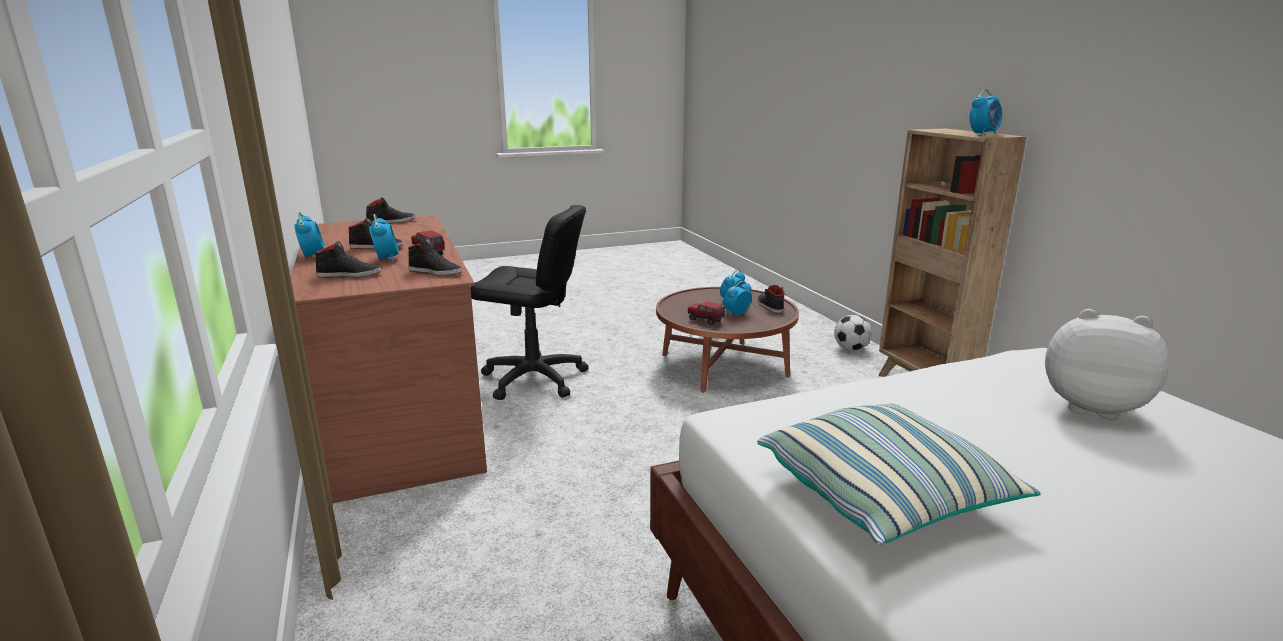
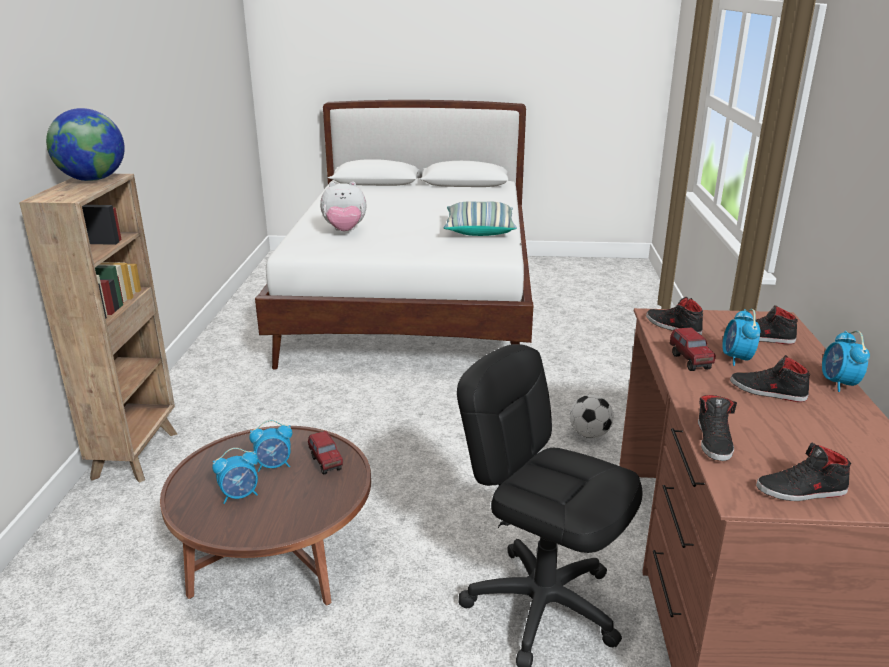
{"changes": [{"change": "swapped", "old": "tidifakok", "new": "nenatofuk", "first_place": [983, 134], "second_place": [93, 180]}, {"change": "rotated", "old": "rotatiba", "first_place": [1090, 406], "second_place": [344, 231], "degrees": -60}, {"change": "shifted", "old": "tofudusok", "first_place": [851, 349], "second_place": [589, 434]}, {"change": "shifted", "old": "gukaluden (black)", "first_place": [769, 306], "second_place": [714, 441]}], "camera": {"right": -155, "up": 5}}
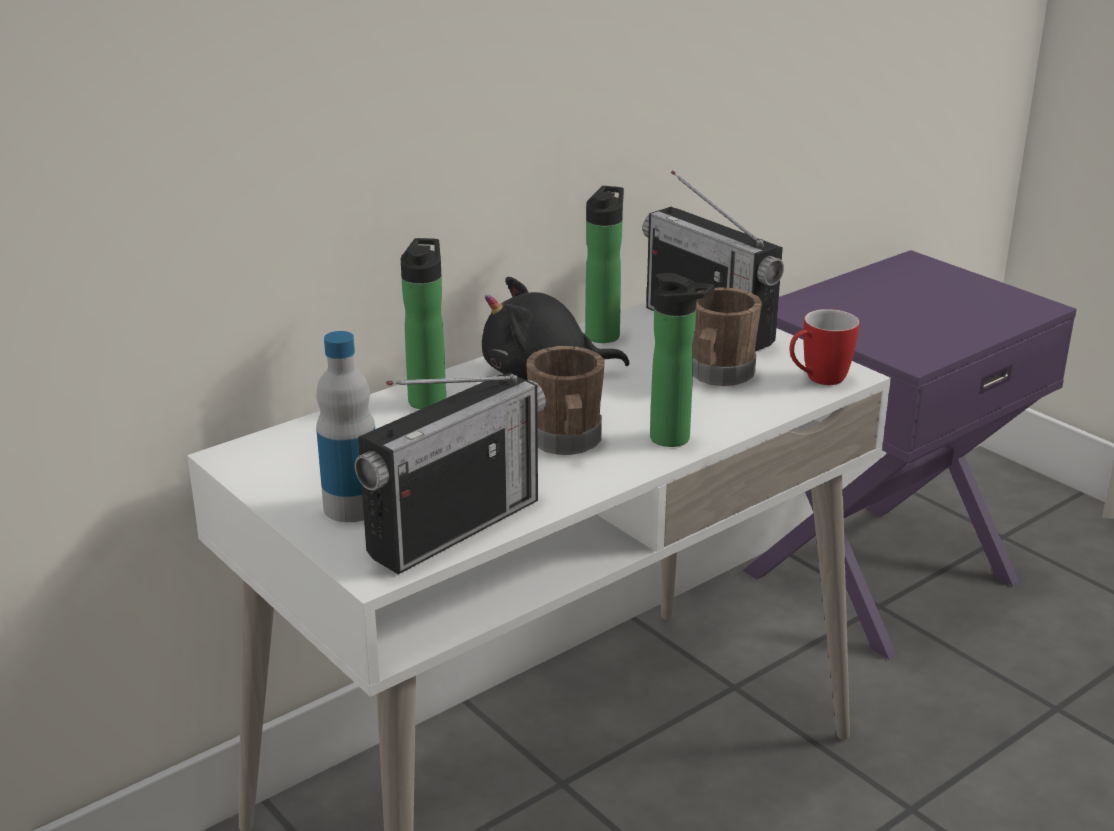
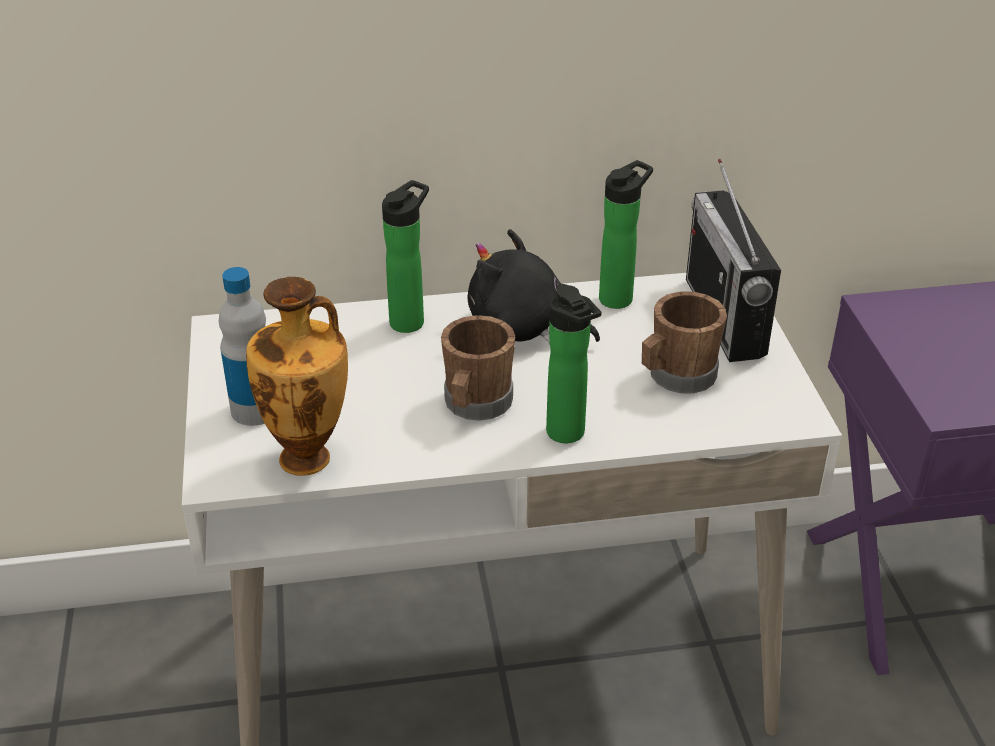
{"changes": [{"change": "swapped", "old": "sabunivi", "new": "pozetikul", "first_place": [454, 527], "second_place": [309, 459]}, {"change": "gone", "old": "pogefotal", "first_place": [817, 380]}], "camera": {"right": 30, "up": 10}}
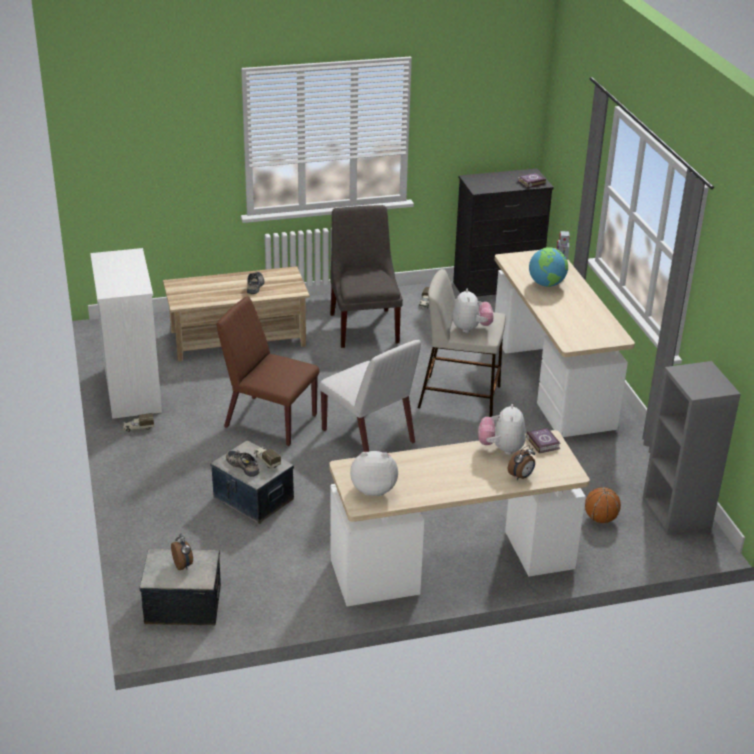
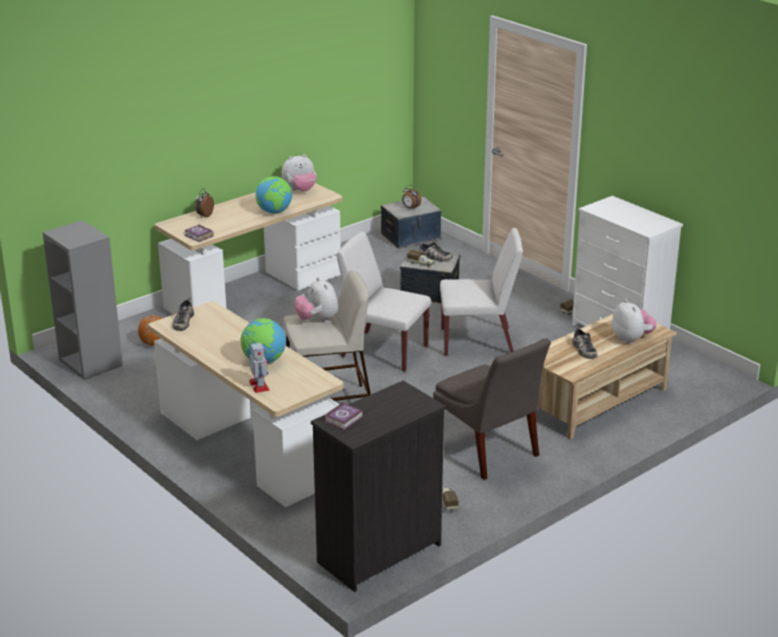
{"changes": [{"change": "new", "new": "gukaluden", "second_place": [183, 321]}, {"change": "new", "new": "nenatofuk", "second_place": [274, 212]}, {"change": "repainted", "old": "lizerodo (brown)", "new": "lizerodo (white)", "first_place": [269, 420], "second_place": [478, 341]}, {"change": "shifted", "old": "rotatiba", "first_place": [501, 448], "second_place": [631, 339]}], "camera": {"right": 155, "up": -5}}
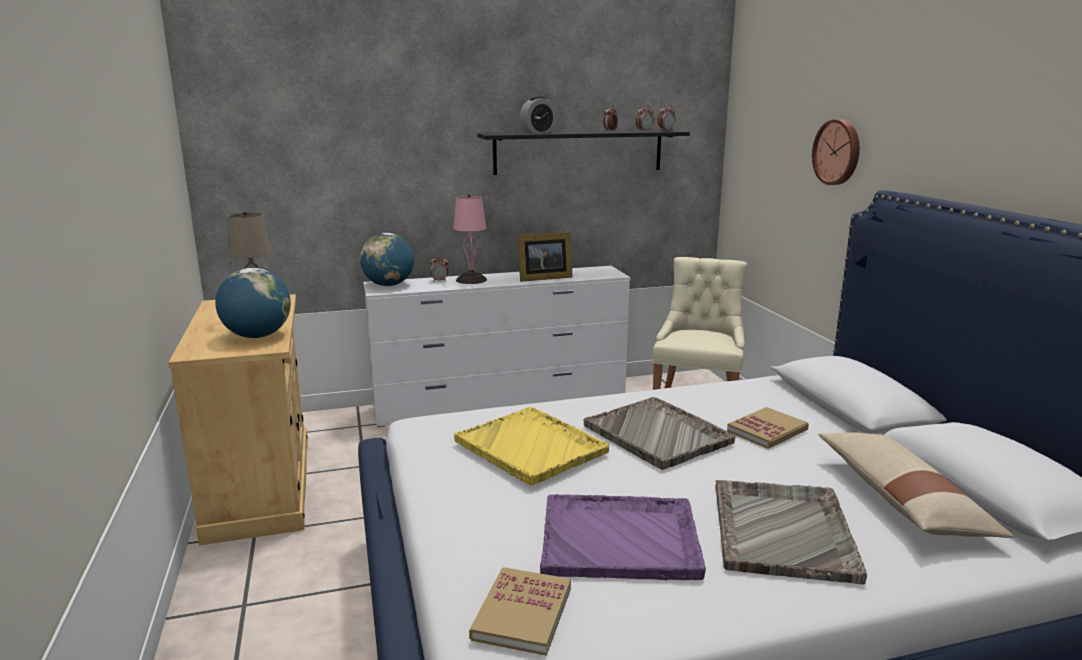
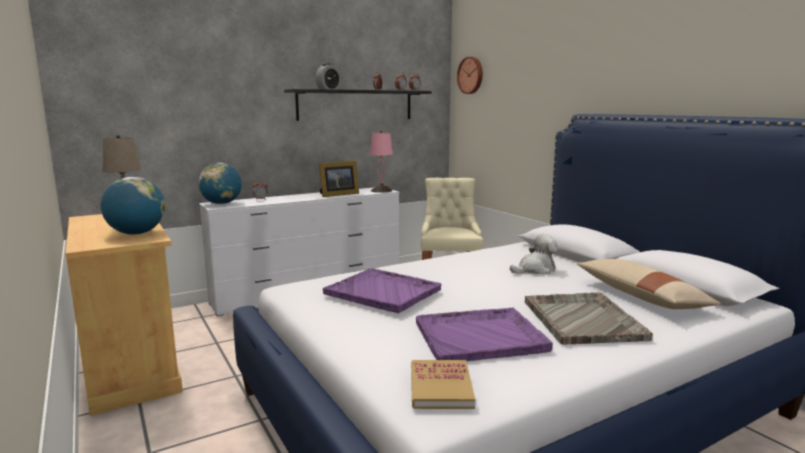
{"changes": [{"change": "repainted", "old": "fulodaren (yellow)", "new": "fulodaren (purple)", "first_place": [531, 447], "second_place": [383, 292]}, {"change": "shifted", "old": "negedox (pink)", "first_place": [470, 280], "second_place": [381, 190]}, {"change": "shifted", "old": "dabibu", "first_place": [838, 152], "second_place": [471, 75]}, {"change": "swapped", "old": "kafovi", "new": "rotatiba", "first_place": [767, 431], "second_place": [535, 270]}, {"change": "gone", "old": "fulodaren (grey)", "first_place": [658, 435]}], "camera": {"right": -15, "up": -5}}
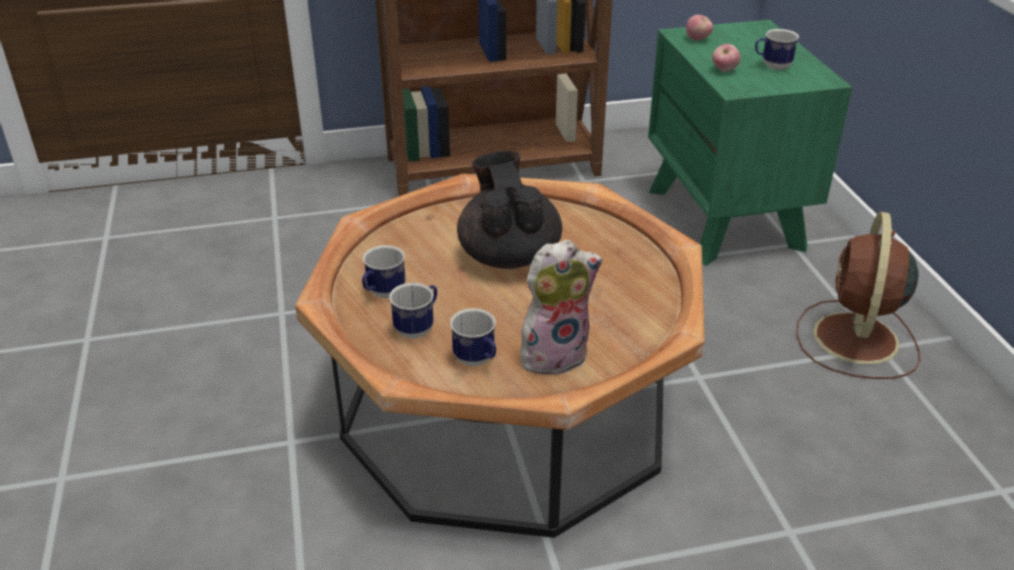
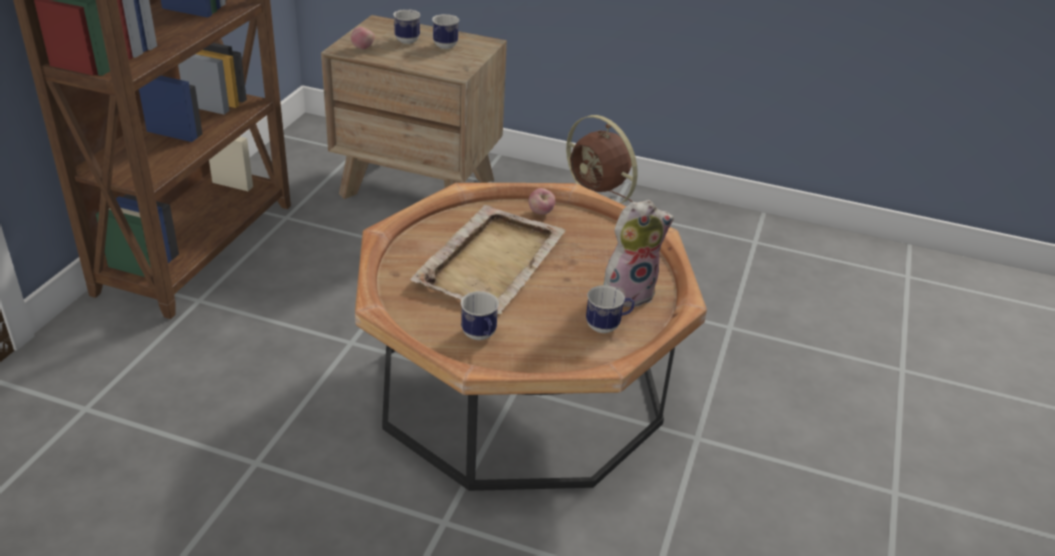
{"changes": [{"change": "repainted", "old": "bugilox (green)", "new": "bugilox (brown)", "first_place": [725, 218], "second_place": [419, 187]}, {"change": "shifted", "old": "pogefotal", "first_place": [418, 328], "second_place": [406, 39]}, {"change": "swapped", "old": "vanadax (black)", "new": "fulodaren (beige)", "first_place": [508, 255], "second_place": [492, 261]}, {"change": "shifted", "old": "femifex", "first_place": [724, 71], "second_place": [541, 213]}, {"change": "rotated", "old": "rotatiba", "first_place": [554, 354], "second_place": [629, 292], "degrees": 60}], "camera": {"right": -60, "up": 0}}
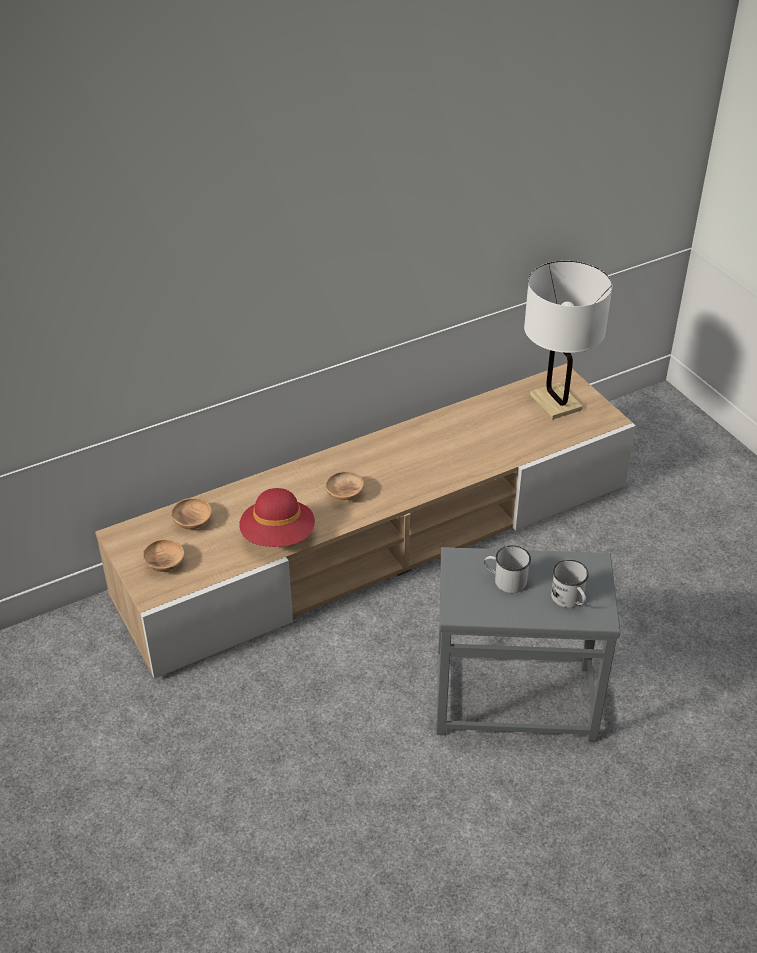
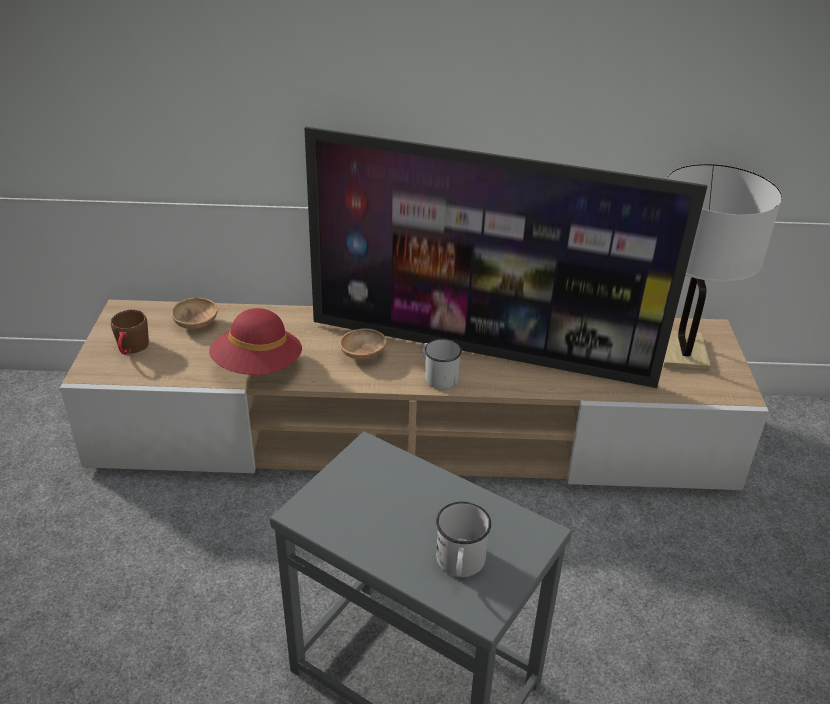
{"changes": [{"change": "swapped", "old": "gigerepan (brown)", "new": "pogefotal (brown)", "first_place": [165, 564], "second_place": [131, 349]}, {"change": "new", "new": "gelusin", "second_place": [481, 350]}, {"change": "shifted", "old": "pogefotal (white)", "first_place": [505, 580], "second_place": [437, 376]}], "camera": {"right": 30, "up": -5}}
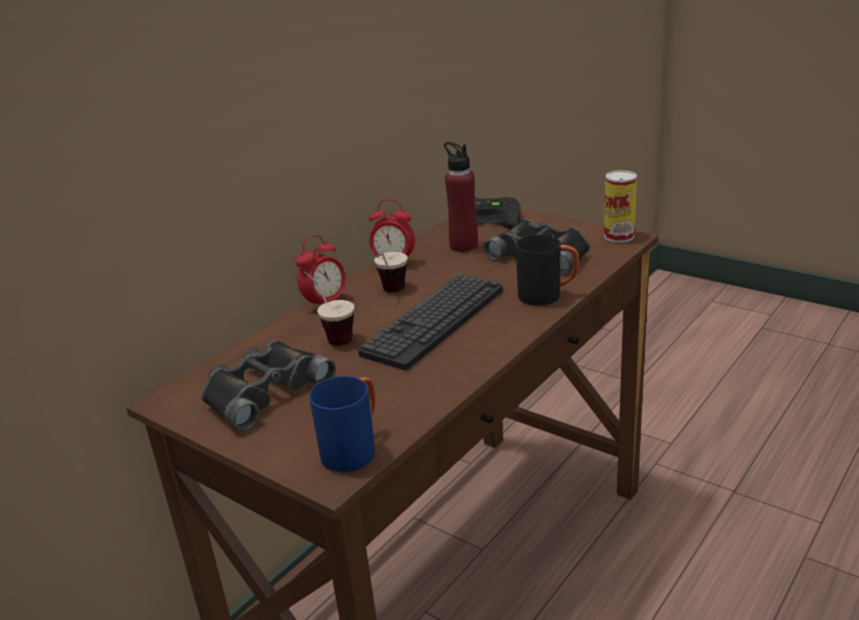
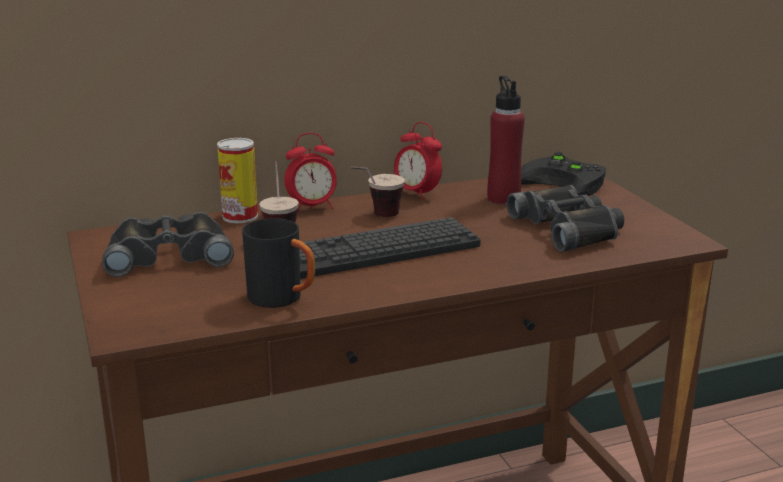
{"changes": [{"change": "shifted", "old": "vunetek", "first_place": [619, 236], "second_place": [240, 216]}, {"change": "shifted", "old": "pogefotal (black)", "first_place": [548, 296], "second_place": [283, 299]}, {"change": "gone", "old": "pogefotal (blue)", "first_place": [354, 449]}], "camera": {"right": 30, "up": -5}}
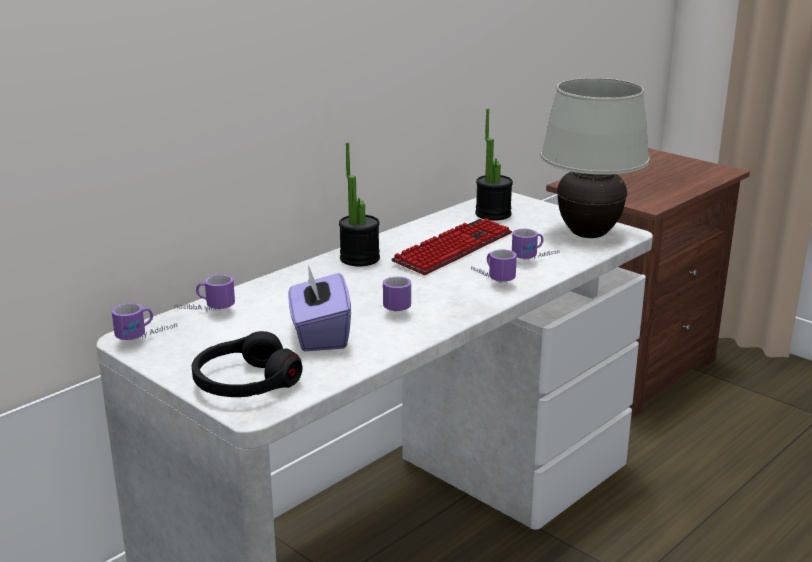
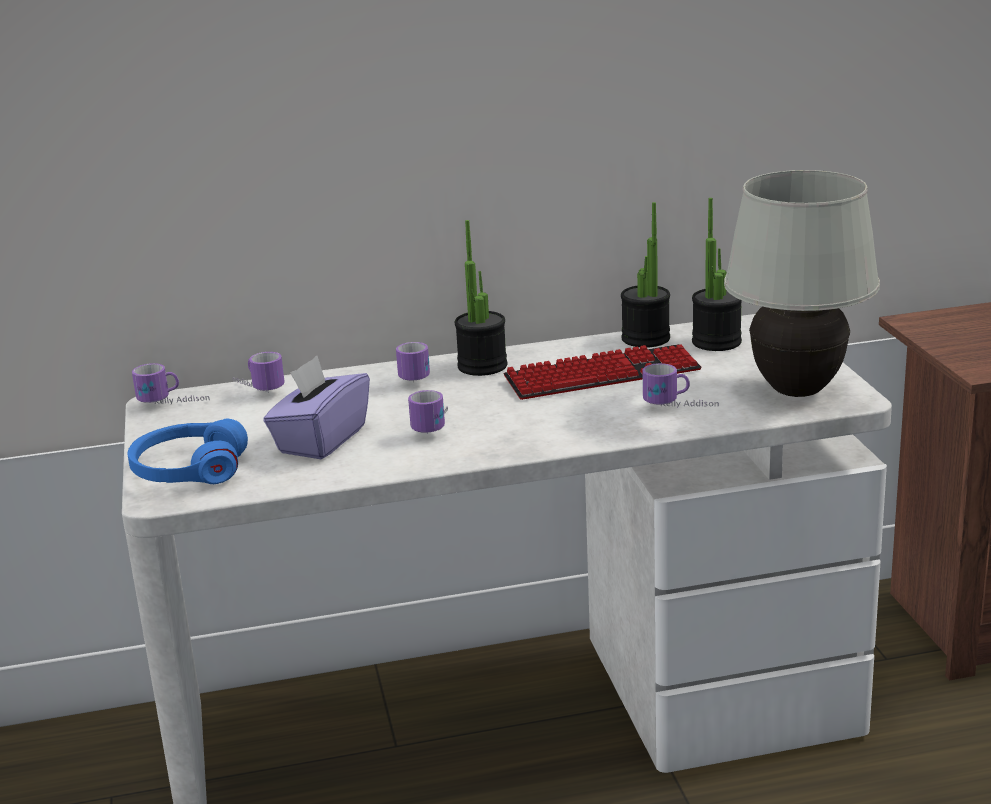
{"changes": [{"change": "repainted", "old": "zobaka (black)", "new": "zobaka (blue)", "first_place": [245, 383], "second_place": [189, 470]}, {"change": "shifted", "old": "pogefotal", "first_place": [491, 279], "second_place": [414, 376]}, {"change": "new", "new": "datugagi", "second_place": [645, 339]}], "camera": {"right": 35, "up": 0}}
